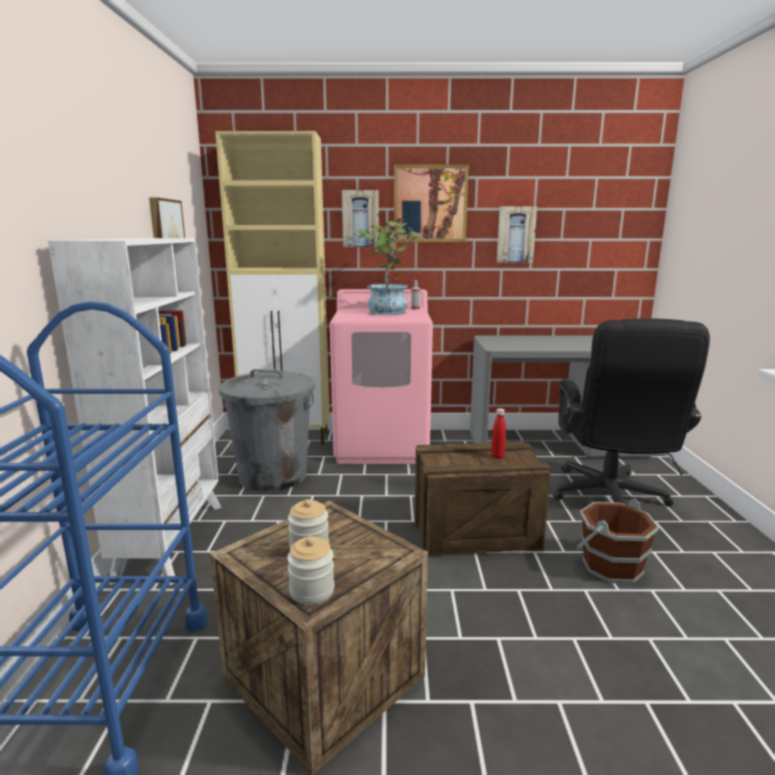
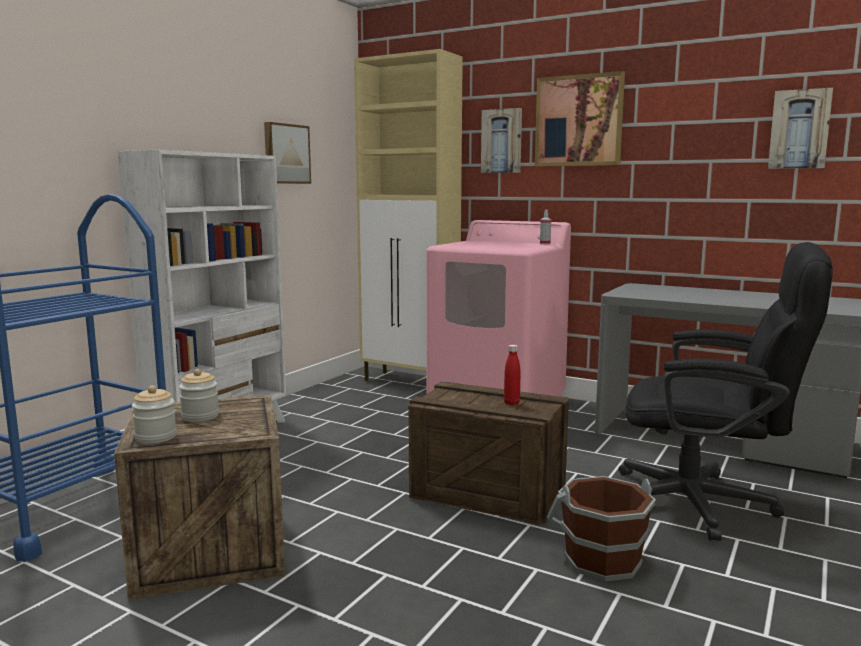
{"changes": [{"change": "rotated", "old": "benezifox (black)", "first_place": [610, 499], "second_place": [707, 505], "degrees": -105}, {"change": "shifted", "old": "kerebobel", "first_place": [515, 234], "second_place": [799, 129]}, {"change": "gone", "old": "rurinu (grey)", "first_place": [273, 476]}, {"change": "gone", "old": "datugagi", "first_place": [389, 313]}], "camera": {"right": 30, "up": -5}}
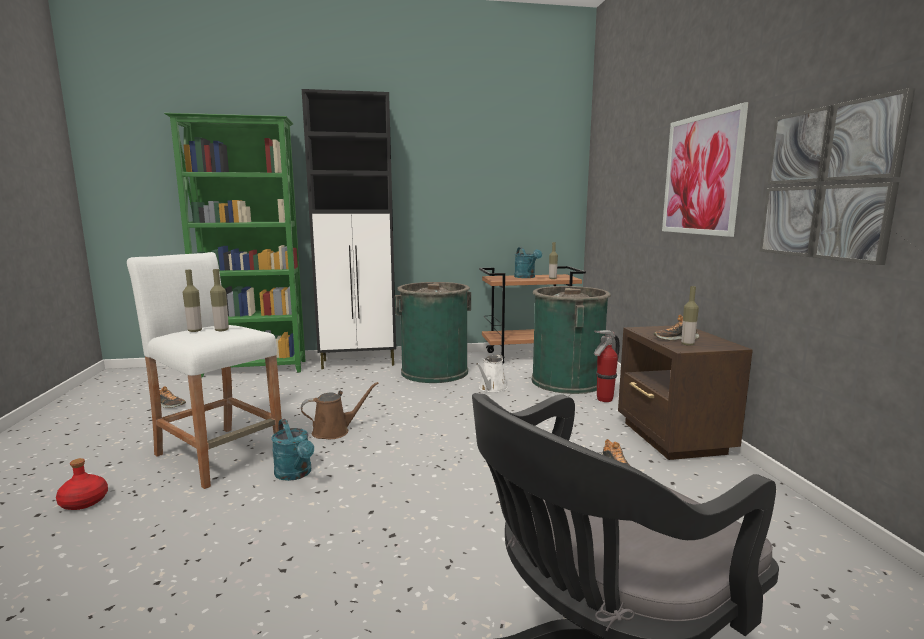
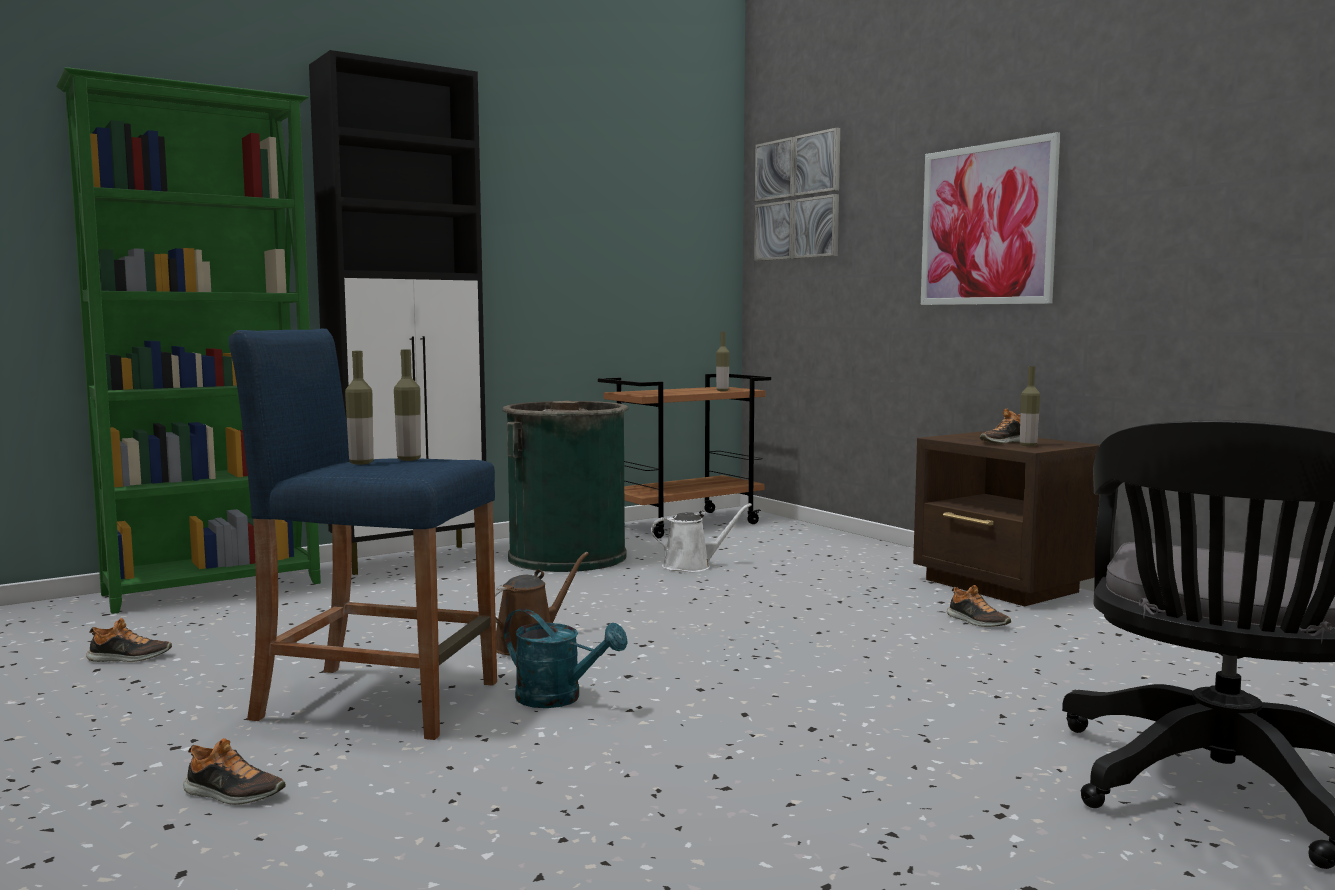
{"changes": [{"change": "swapped", "old": "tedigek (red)", "new": "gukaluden", "first_place": [84, 502], "second_place": [232, 794]}, {"change": "repainted", "old": "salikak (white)", "new": "salikak (blue)", "first_place": [219, 455], "second_place": [378, 700]}, {"change": "rotated", "old": "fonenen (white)", "first_place": [491, 388], "second_place": [691, 566], "degrees": -105}, {"change": "shifted", "old": "kerebobel", "first_place": [827, 183], "second_place": [797, 198]}, {"change": "gone", "old": "fonenen (turquoise)", "first_place": [526, 277]}, {"change": "gone", "old": "rurinu (green)", "first_place": [567, 381]}, {"change": "gone", "old": "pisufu", "first_place": [604, 399]}], "camera": {"right": -25, "up": -5}}
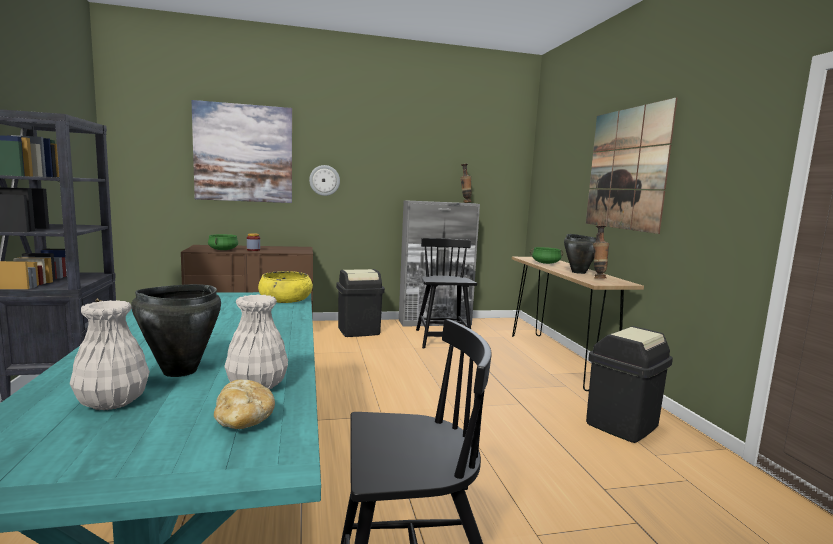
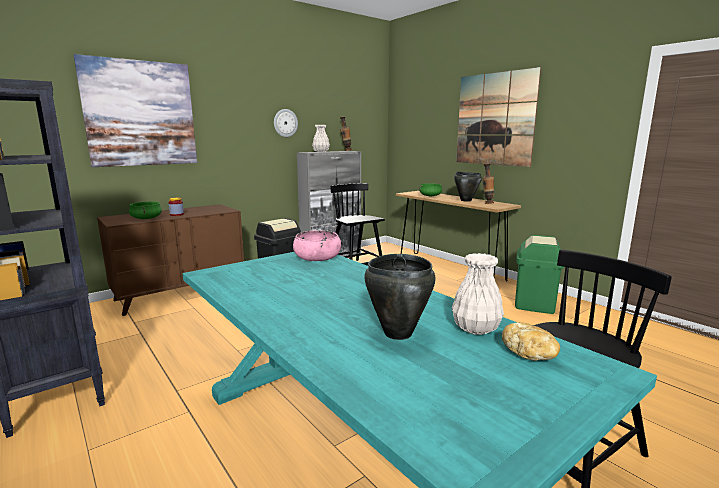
{"changes": [{"change": "shifted", "old": "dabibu", "first_place": [324, 180], "second_place": [285, 123]}, {"change": "repainted", "old": "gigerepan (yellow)", "new": "gigerepan (pink)", "first_place": [285, 299], "second_place": [317, 257]}, {"change": "shifted", "old": "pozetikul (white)", "first_place": [111, 402], "second_place": [321, 152]}, {"change": "repainted", "old": "rurinu (black)", "new": "rurinu (green)", "first_place": [622, 425], "second_place": [535, 304]}], "camera": {"right": -25, "up": 5}}
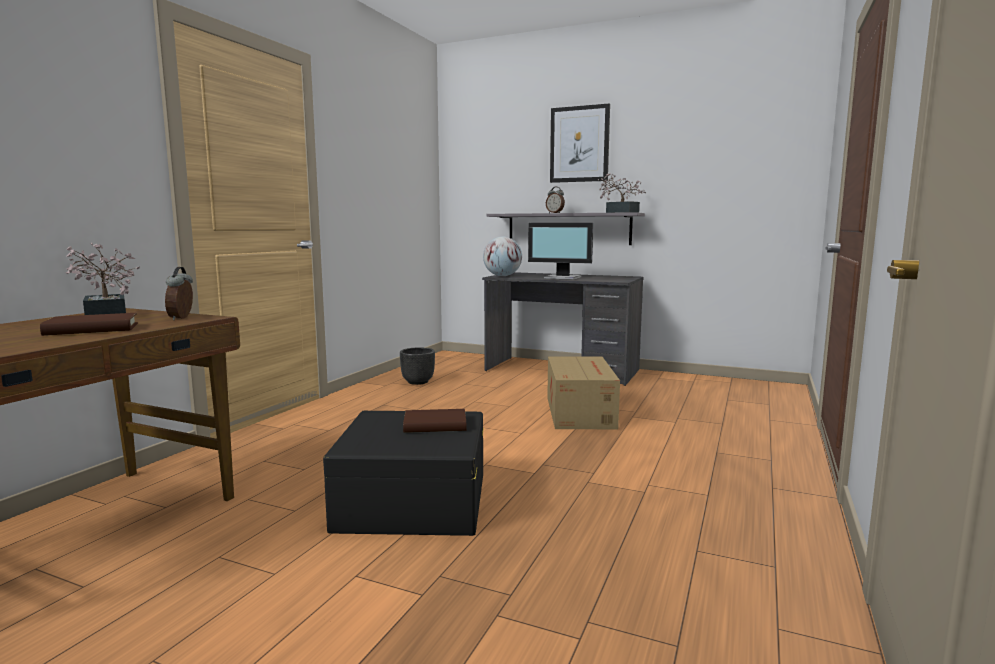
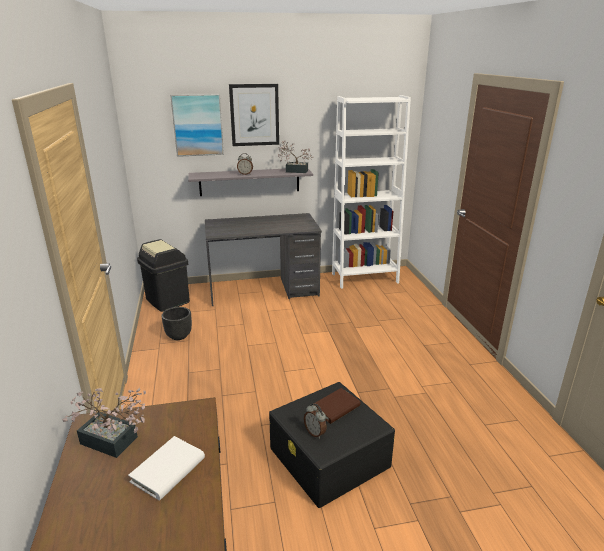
{"changes": [{"change": "repainted", "old": "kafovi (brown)", "new": "kafovi (white)", "first_place": [92, 329], "second_place": [168, 470]}, {"change": "new", "new": "rurinu (black)", "second_place": [167, 301]}, {"change": "new", "new": "kerebobel", "second_place": [198, 125]}, {"change": "shifted", "old": "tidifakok", "first_place": [182, 318], "second_place": [315, 433]}, {"change": "new", "new": "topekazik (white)", "second_place": [364, 278]}, {"change": "gone", "old": "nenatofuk", "first_place": [502, 276]}, {"change": "gone", "old": "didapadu", "first_place": [562, 278]}, {"change": "gone", "old": "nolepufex", "first_place": [580, 412]}], "camera": {"right": -35, "up": 15}}
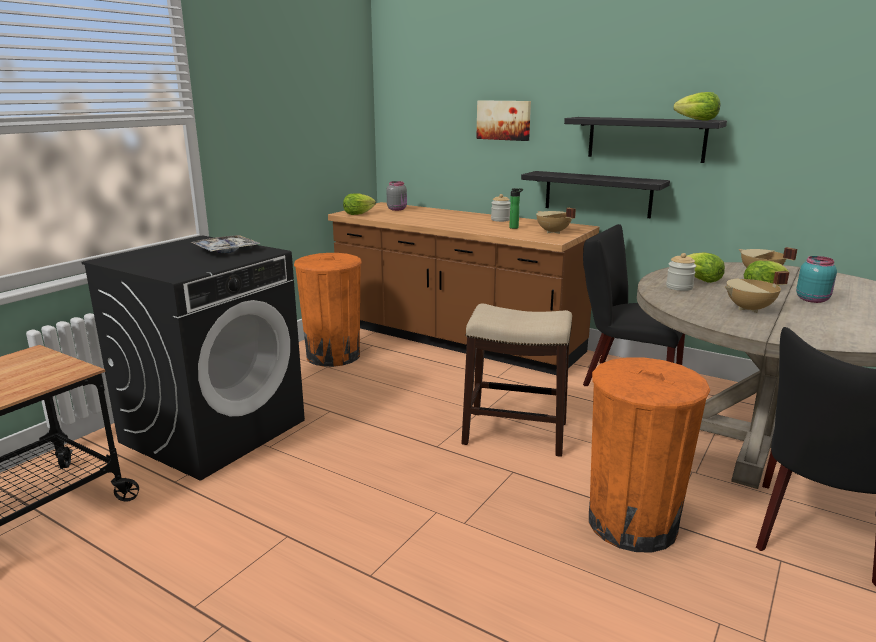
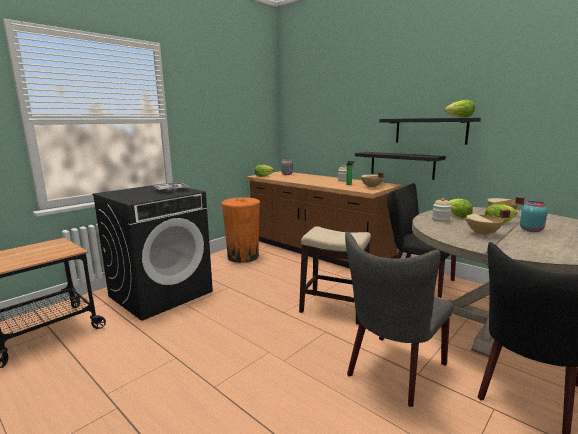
{"changes": [{"change": "swapped", "old": "rurinu (orange)", "new": "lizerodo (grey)", "first_place": [632, 523], "second_place": [393, 372]}, {"change": "gone", "old": "kerebobel", "first_place": [504, 120]}], "camera": {"right": 10, "up": -5}}
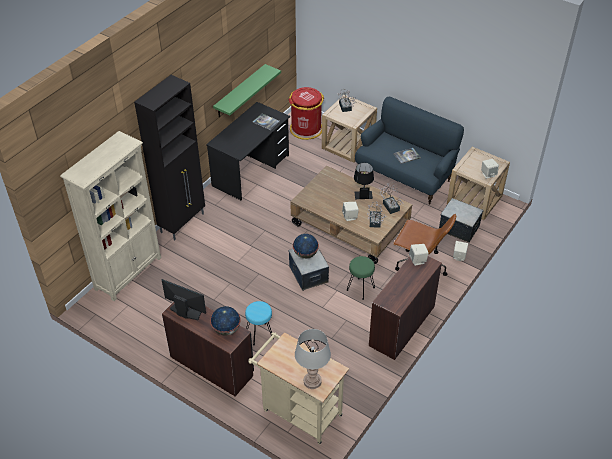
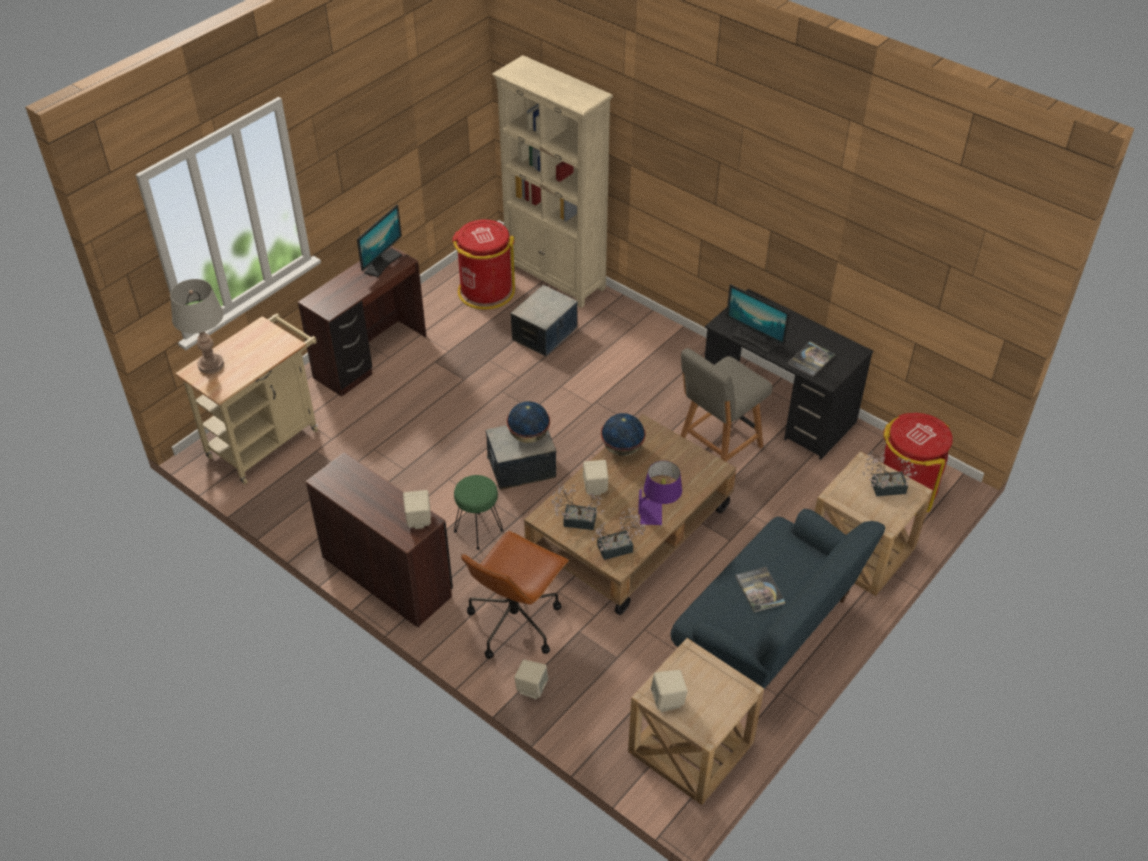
{"changes": [{"change": "new", "new": "rurinu (red)", "second_place": [485, 291]}, {"change": "shifted", "old": "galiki", "first_place": [459, 228], "second_place": [545, 334]}, {"change": "shifted", "old": "nenatofuk", "first_place": [226, 329], "second_place": [622, 449]}, {"change": "repainted", "old": "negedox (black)", "new": "negedox (purple)", "first_place": [363, 192], "second_place": [658, 512]}, {"change": "new", "new": "lizerodo (grey)", "second_place": [718, 447]}, {"change": "new", "new": "didapadu", "second_place": [754, 339]}, {"change": "gone", "old": "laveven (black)", "first_place": [183, 222]}, {"change": "gone", "old": "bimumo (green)", "first_place": [240, 91]}, {"change": "gone", "old": "salikak (turquoise)", "first_place": [260, 334]}], "camera": {"right": 95, "up": 0}}
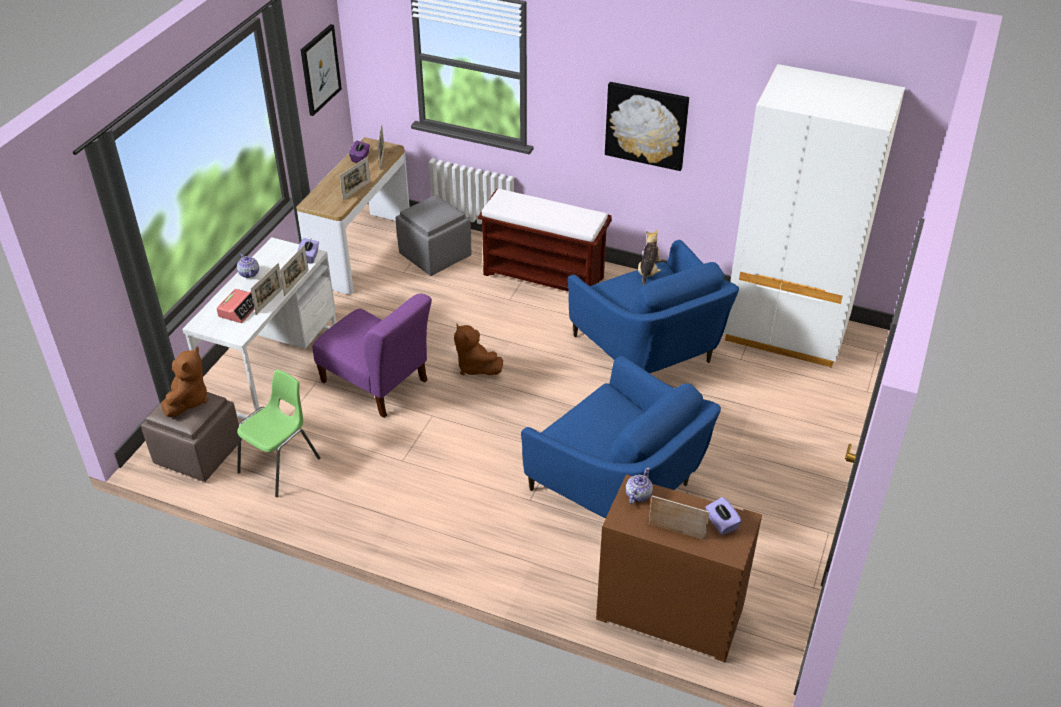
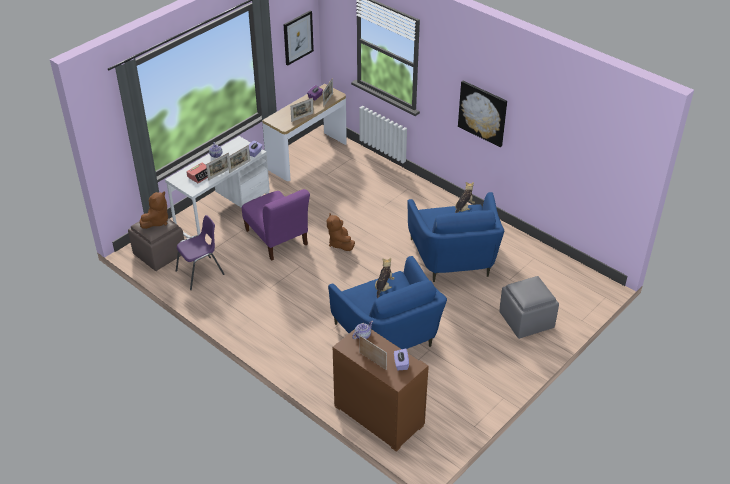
{"changes": [{"change": "repainted", "old": "lizerodo (green)", "new": "lizerodo (purple)", "first_place": [281, 465], "second_place": [201, 273]}, {"change": "new", "new": "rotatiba", "second_place": [383, 287]}, {"change": "shifted", "old": "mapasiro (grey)", "first_place": [435, 255], "second_place": [526, 320]}, {"change": "gone", "old": "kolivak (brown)", "first_place": [545, 276]}, {"change": "gone", "old": "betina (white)", "first_place": [785, 331]}], "camera": {"right": 20, "up": 0}}
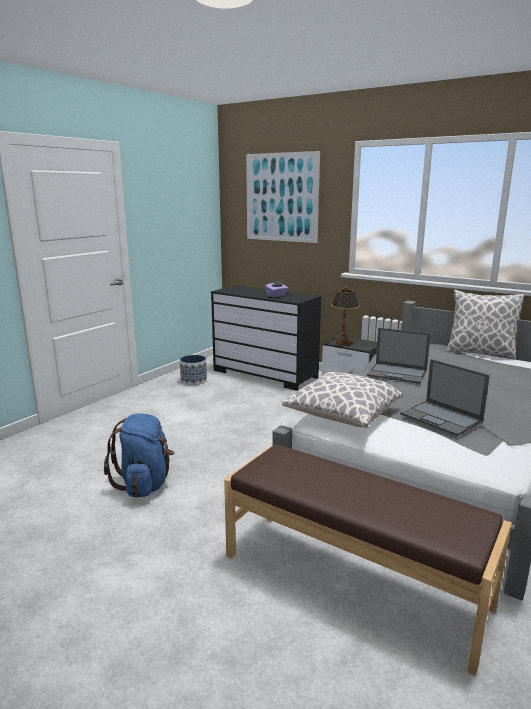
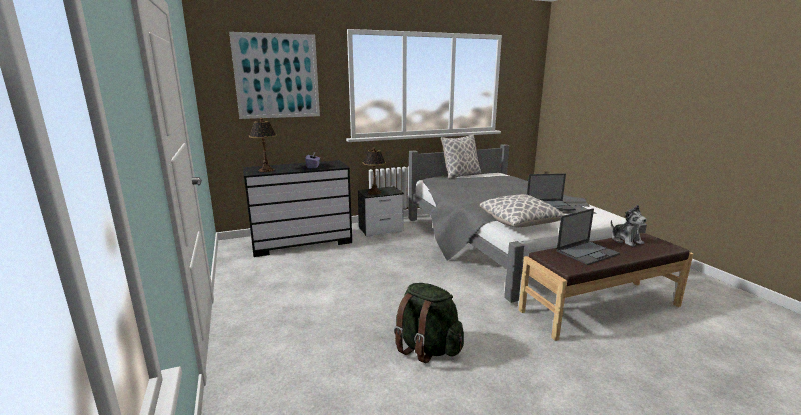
{"changes": [{"change": "new", "new": "negedox", "second_place": [266, 170]}, {"change": "repainted", "old": "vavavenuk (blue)", "new": "vavavenuk (green)", "first_place": [145, 484], "second_place": [426, 348]}, {"change": "shifted", "old": "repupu", "first_place": [398, 373], "second_place": [588, 252]}, {"change": "new", "new": "rotatiba", "second_place": [625, 240]}, {"change": "gone", "old": "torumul", "first_place": [193, 381]}], "camera": {"right": -55, "up": 0}}
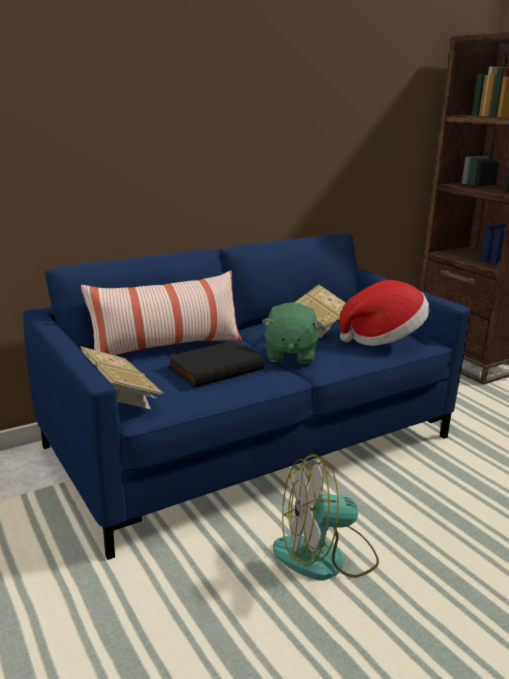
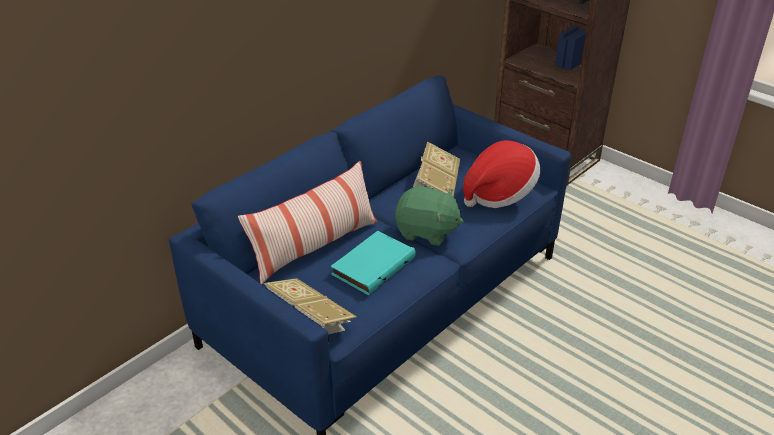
{"changes": [{"change": "repainted", "old": "kafovi (black)", "new": "kafovi (turquoise)", "first_place": [215, 367], "second_place": [372, 265]}, {"change": "rotated", "old": "rotatiba (green)", "first_place": [289, 354], "second_place": [426, 231], "degrees": -60}, {"change": "gone", "old": "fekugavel", "first_place": [325, 557]}], "camera": {"right": -15, "up": 15}}
